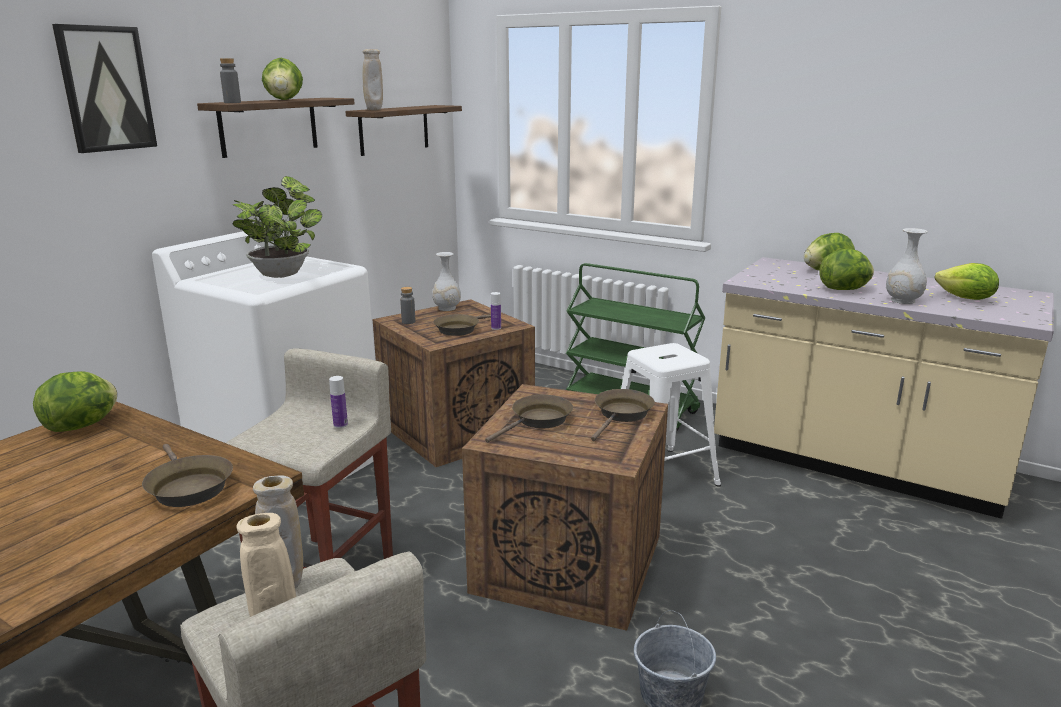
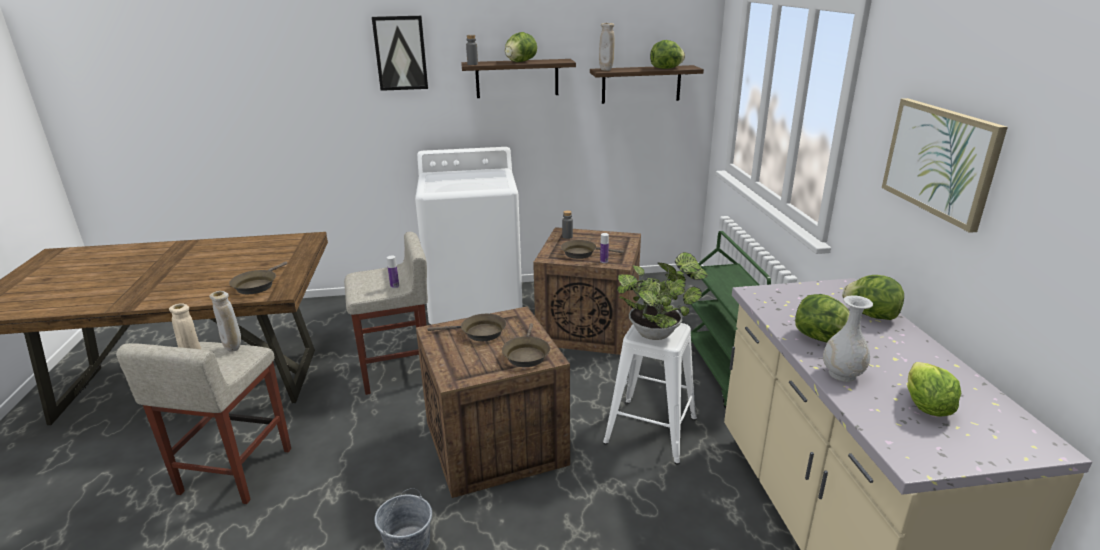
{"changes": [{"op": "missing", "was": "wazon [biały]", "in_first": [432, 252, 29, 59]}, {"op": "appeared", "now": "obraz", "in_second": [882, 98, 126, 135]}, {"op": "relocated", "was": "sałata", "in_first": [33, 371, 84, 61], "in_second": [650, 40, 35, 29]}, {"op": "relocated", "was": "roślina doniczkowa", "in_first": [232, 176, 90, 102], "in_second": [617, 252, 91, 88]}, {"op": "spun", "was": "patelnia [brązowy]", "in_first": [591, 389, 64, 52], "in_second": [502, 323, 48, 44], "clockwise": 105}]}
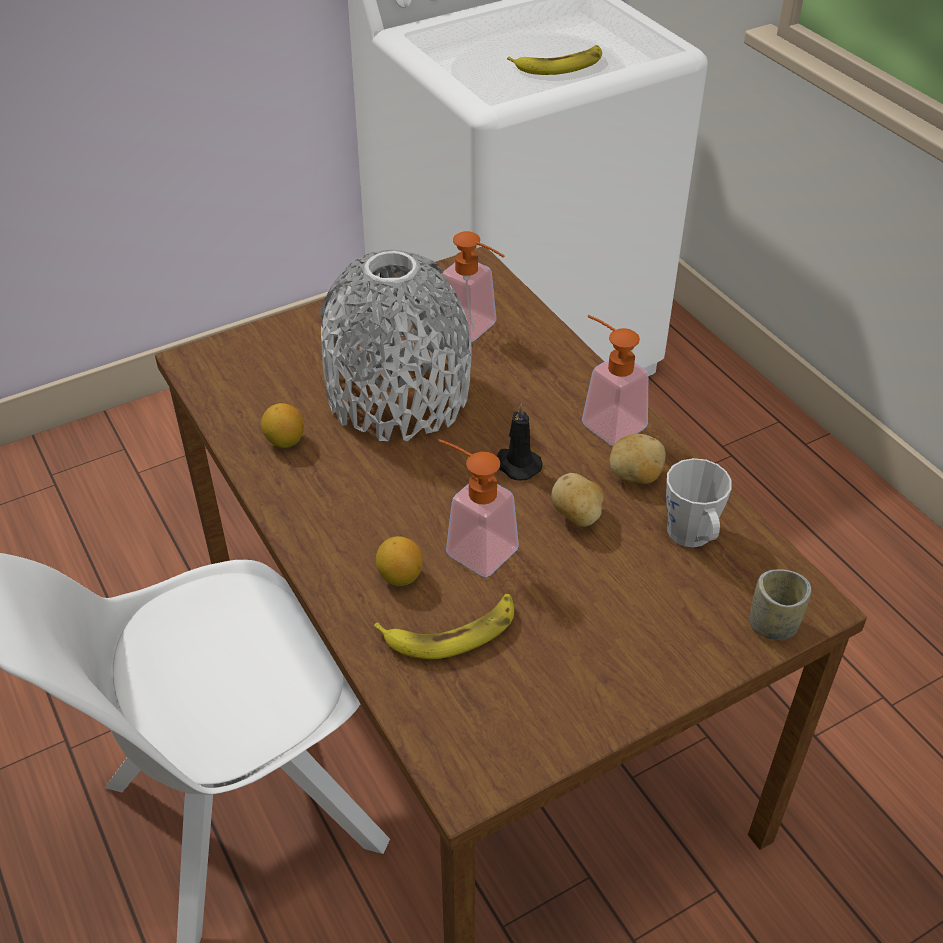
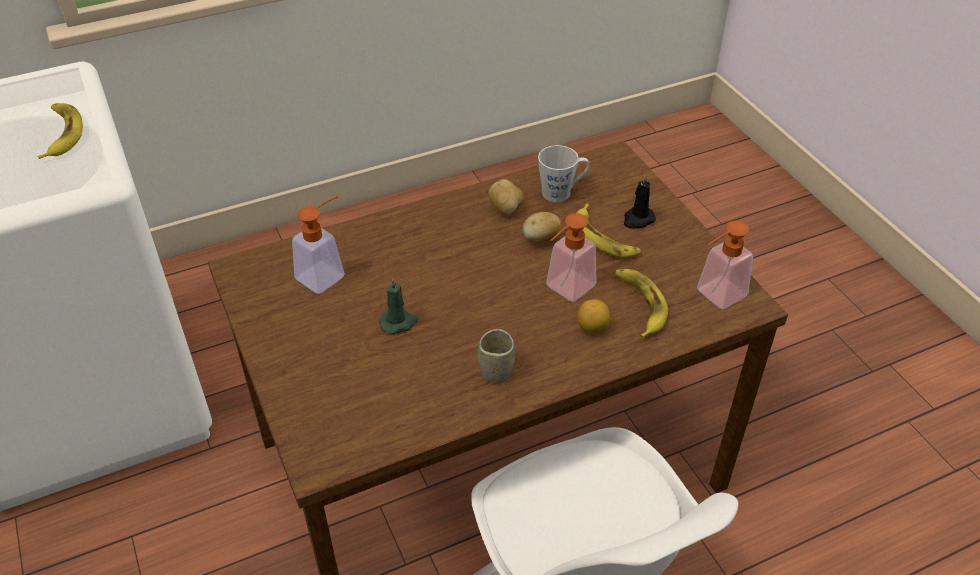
{"changes": [{"op": "missing", "was": "cytryna", "in_first": [261, 403, 43, 45]}, {"op": "appeared", "now": "banan", "in_second": [576, 204, 65, 54]}, {"op": "relocated", "was": "świeca [czarny]", "in_first": [497, 404, 46, 77], "in_second": [624, 174, 32, 55]}, {"op": "relocated", "was": "dozownik mydła", "in_first": [582, 315, 66, 131], "in_second": [697, 221, 56, 88]}, {"op": "relocated", "was": "filiżanka", "in_first": [750, 569, 61, 71], "in_second": [478, 329, 37, 55]}, {"op": "exchanged", "was": "wazon [szary]", "now": "świeca [zielony]", "in_first": [320, 250, 152, 192], "in_second": [379, 278, 39, 56]}]}
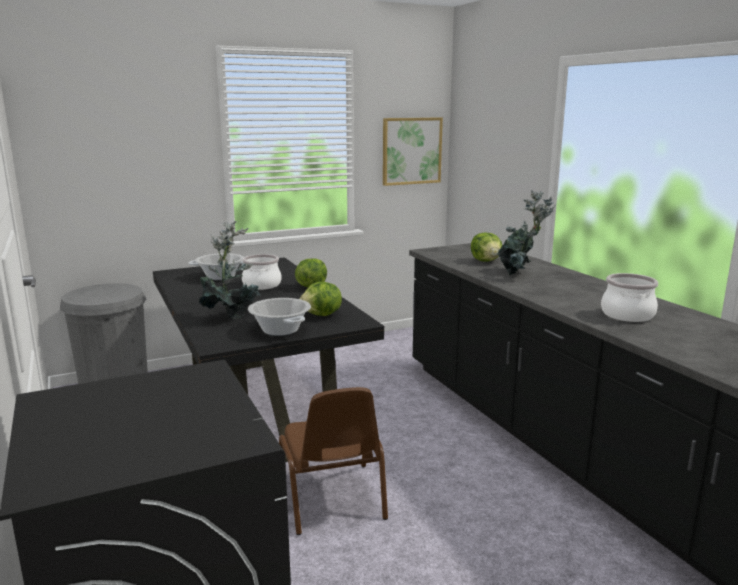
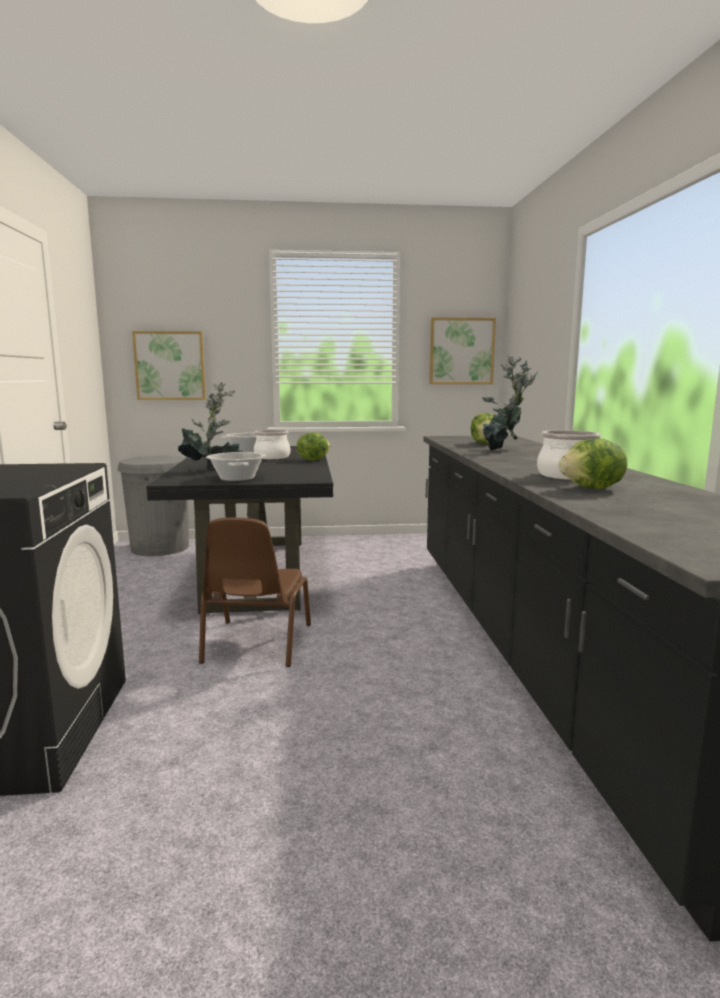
{"changes": [{"op": "appeared", "now": "obraz", "in_second": [132, 331, 74, 69]}, {"op": "relocated", "was": "sałata", "in_first": [299, 282, 43, 34], "in_second": [558, 438, 69, 51]}]}
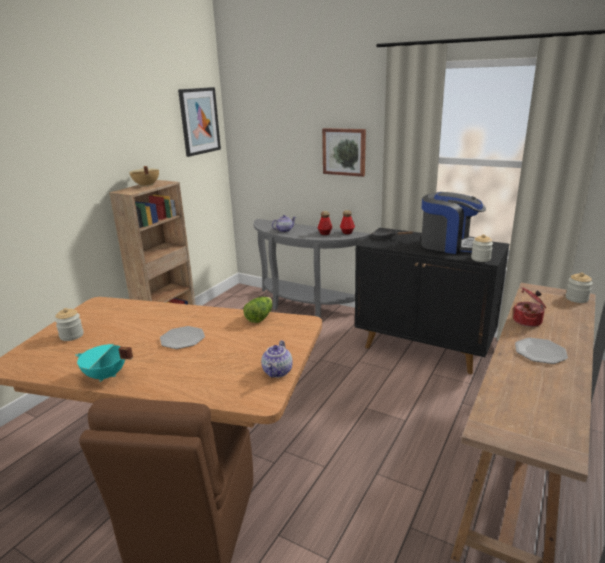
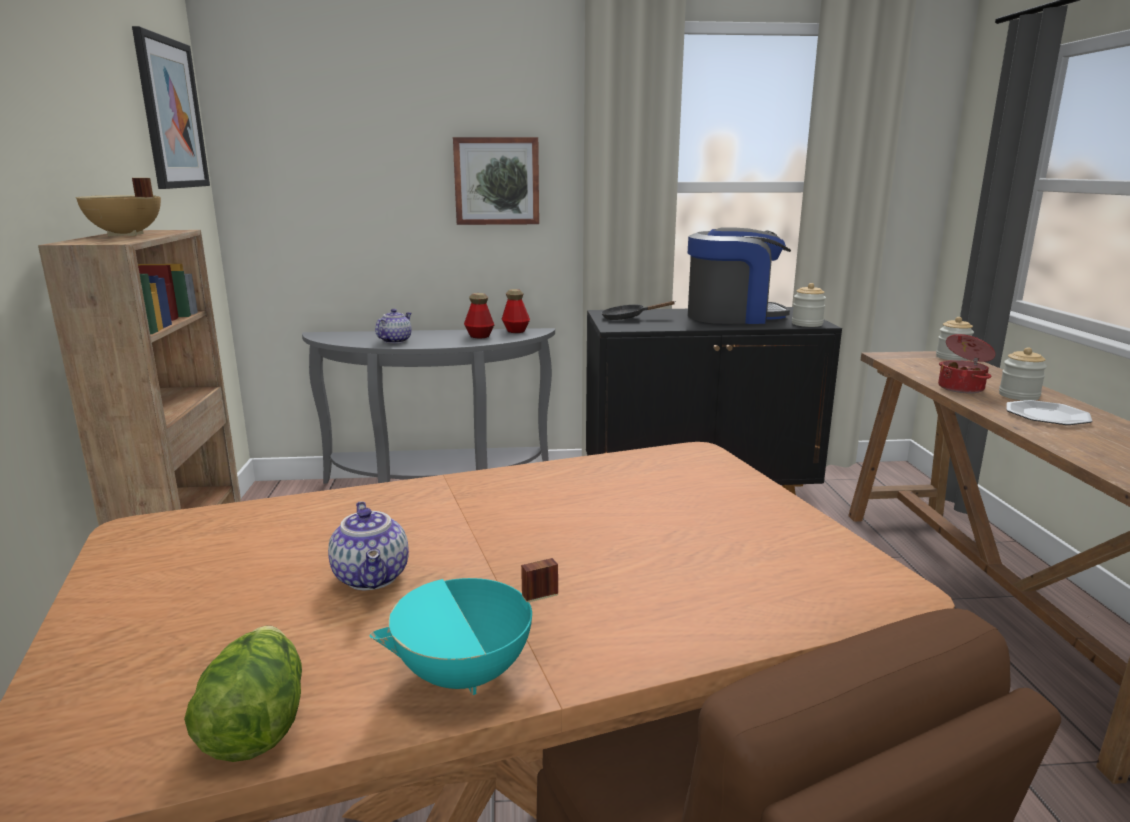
{"changes": [{"op": "missing", "was": "talerz", "in_first": [160, 326, 45, 23]}, {"op": "relocated", "was": "słoik", "in_first": [55, 308, 29, 33], "in_second": [999, 347, 48, 54]}, {"op": "relocated", "was": "sałata", "in_first": [243, 297, 30, 26], "in_second": [184, 626, 118, 136]}, {"op": "relocated", "was": "imbryk", "in_first": [261, 340, 32, 38], "in_second": [328, 501, 81, 89]}]}
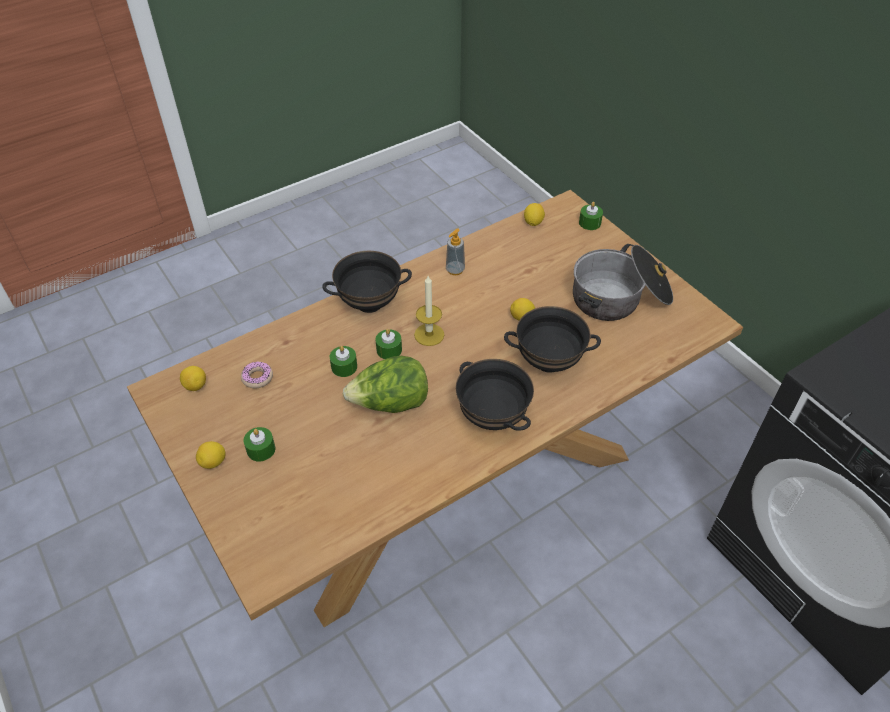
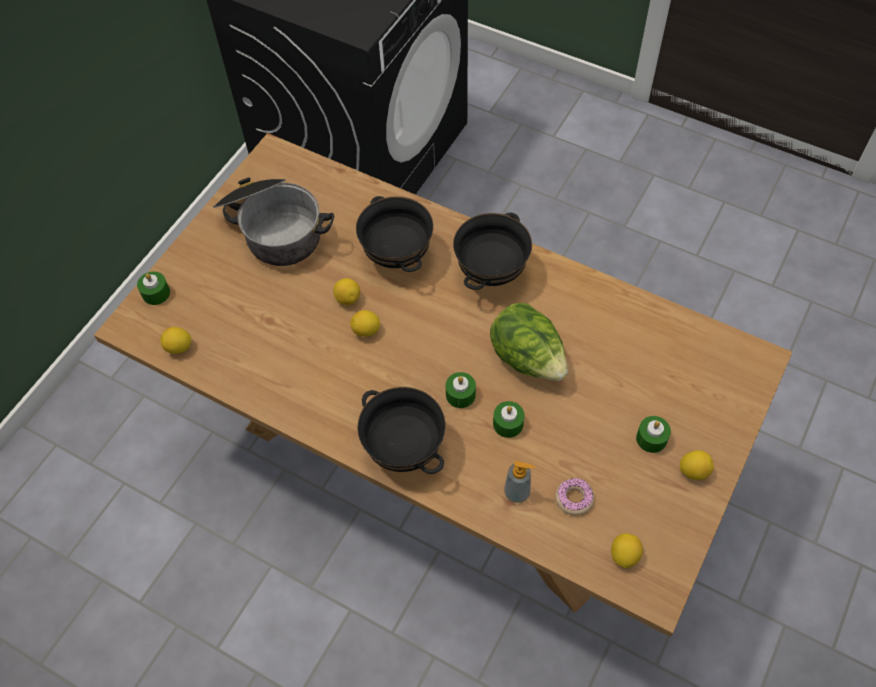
{"changes": [{"op": "missing", "was": "świeca", "in_first": [414, 276, 30, 70]}, {"op": "appeared", "now": "cytryna", "in_second": [350, 310, 30, 27]}, {"op": "relocated", "was": "dozownik mydła", "in_first": [446, 229, 19, 46], "in_second": [504, 461, 31, 42]}]}
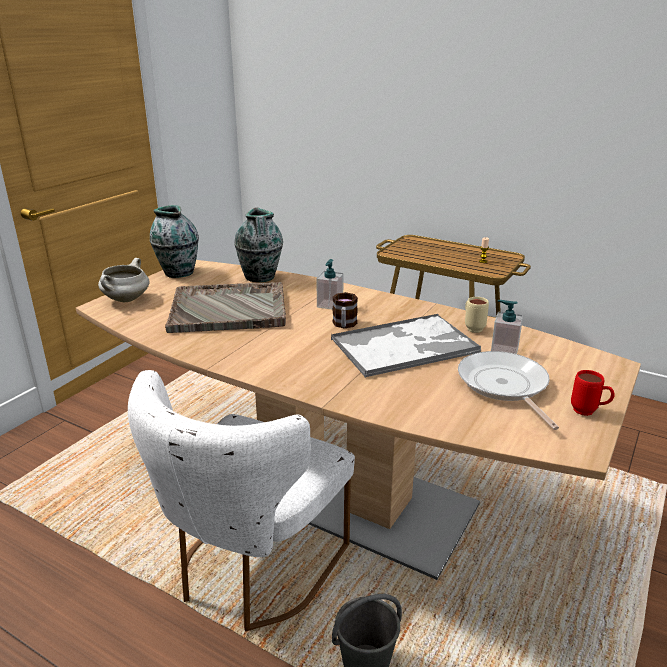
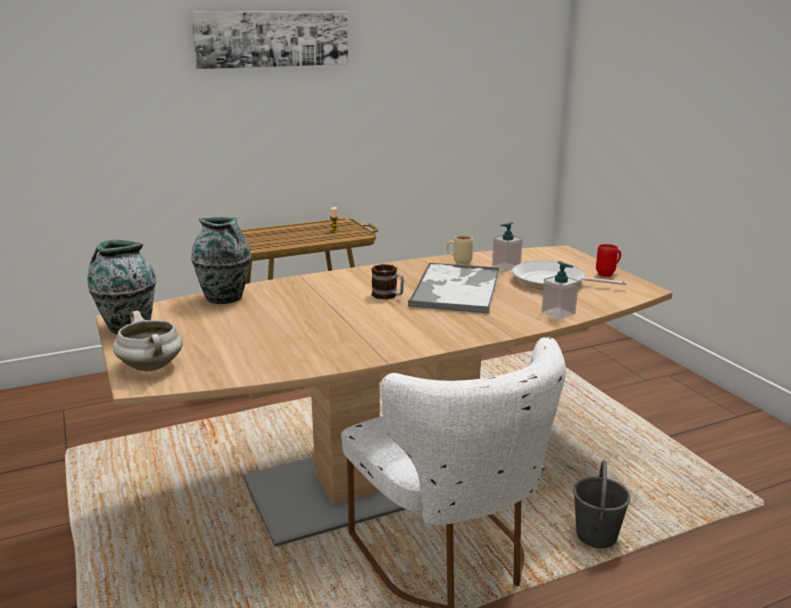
{"changes": [{"op": "missing", "was": "taca [szary]", "in_first": [165, 282, 121, 51]}, {"op": "appeared", "now": "obraz", "in_second": [191, 11, 157, 58]}, {"op": "relocated", "was": "dozownik mydła", "in_first": [316, 259, 27, 51], "in_second": [541, 261, 38, 59]}]}
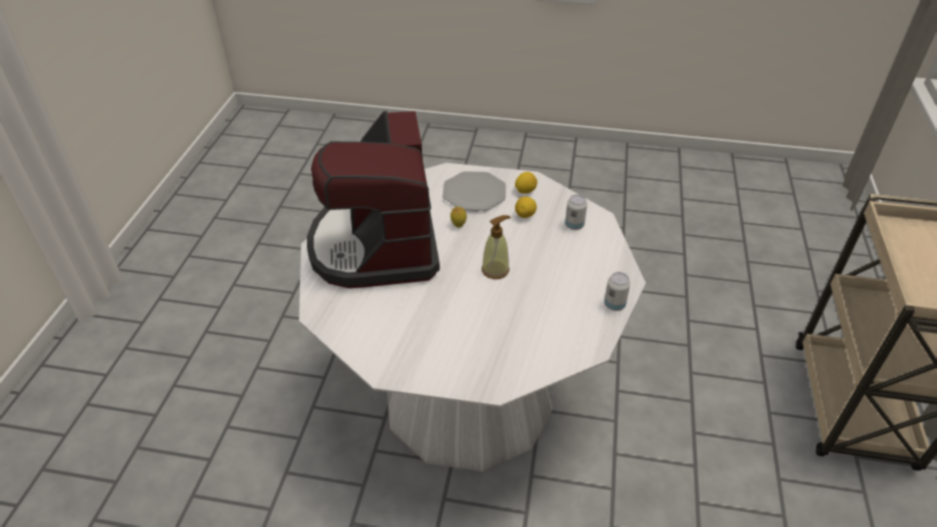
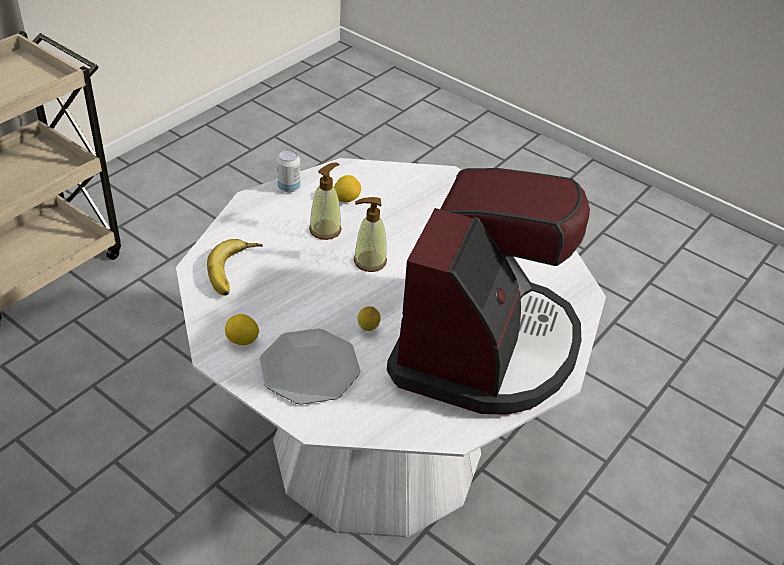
{"changes": [{"op": "appeared", "now": "dozownik mydła", "in_second": [309, 163, 33, 77]}, {"op": "relocated", "was": "cytryna", "in_first": [515, 197, 22, 21], "in_second": [334, 175, 27, 28]}, {"op": "exchanged", "was": "puszka", "now": "banan", "in_first": [565, 194, 22, 36], "in_second": [207, 239, 56, 57]}]}
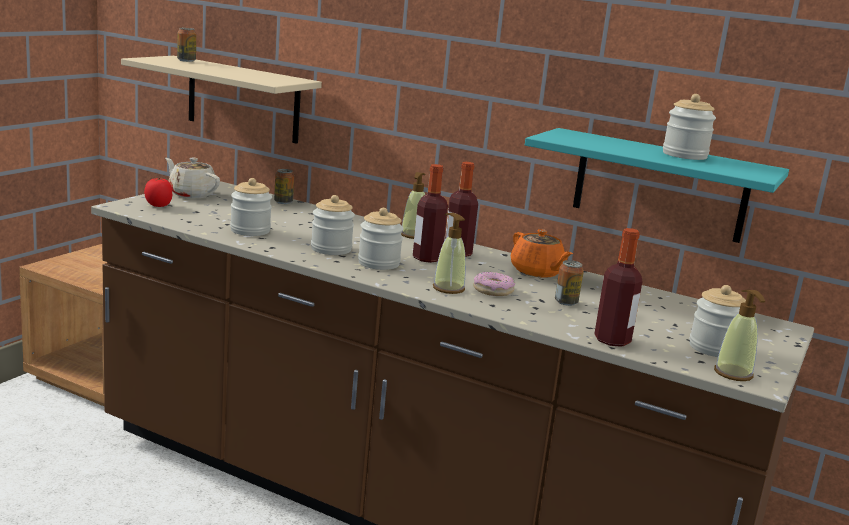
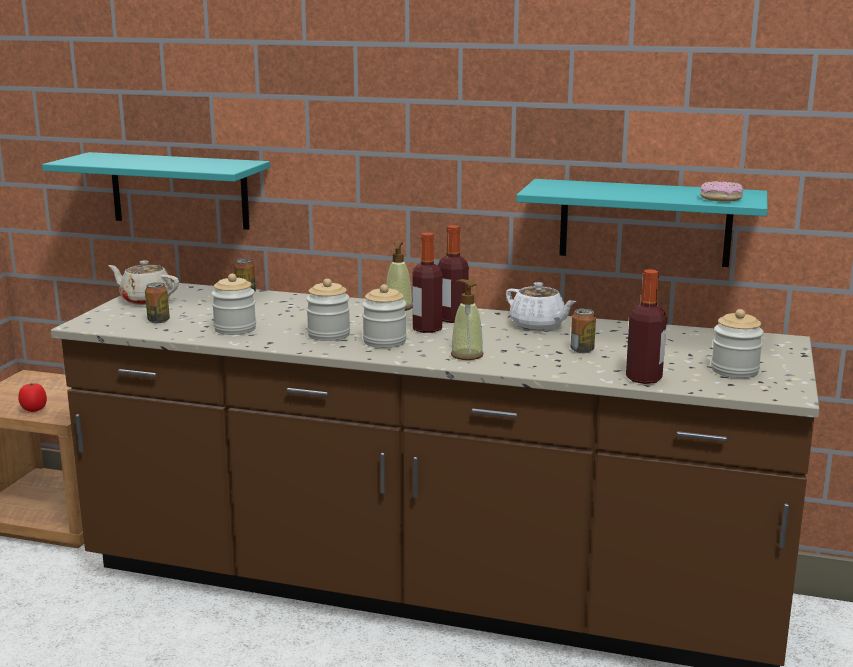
{"changes": [{"op": "missing", "was": "słoik", "in_first": [663, 94, 53, 66]}, {"op": "missing", "was": "dozownik mydła", "in_first": [714, 290, 51, 91]}, {"op": "relocated", "was": "pomidor", "in_first": [144, 178, 28, 29], "in_second": [18, 383, 29, 29]}, {"op": "relocated", "was": "puszka", "in_first": [177, 28, 19, 34], "in_second": [145, 282, 25, 41]}, {"op": "relocated", "was": "donut", "in_first": [473, 272, 42, 24], "in_second": [700, 181, 43, 21]}, {"op": "colour", "was": "półka [beżowy]", "now": "półka [turkusowy]", "in_first": [121, 56, 201, 88], "in_second": [42, 152, 228, 78]}, {"op": "colour", "was": "imbryk [pomarańczowy]", "now": "imbryk [biały]", "in_first": [511, 229, 62, 49], "in_second": [506, 282, 70, 48]}]}
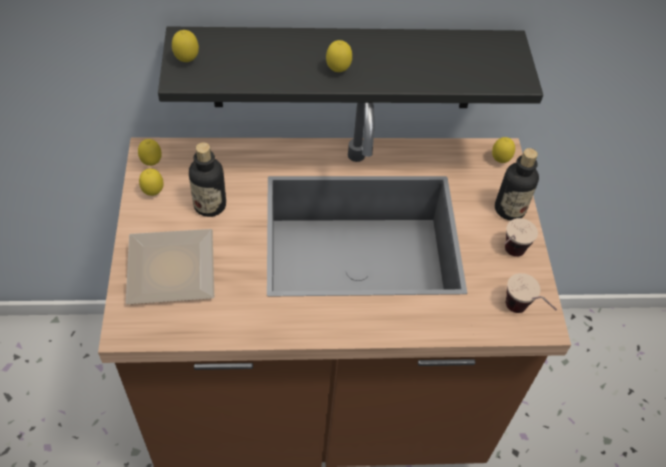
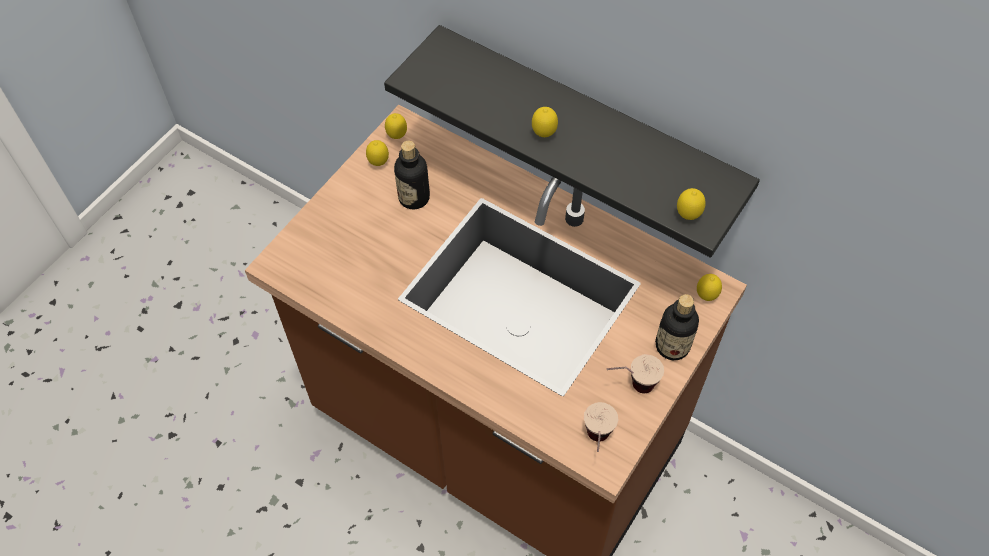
{"changes": [{"op": "missing", "was": "talerz", "in_first": [126, 229, 88, 75]}, {"op": "relocated", "was": "cytryna", "in_first": [172, 30, 27, 32], "in_second": [677, 188, 28, 32]}]}
